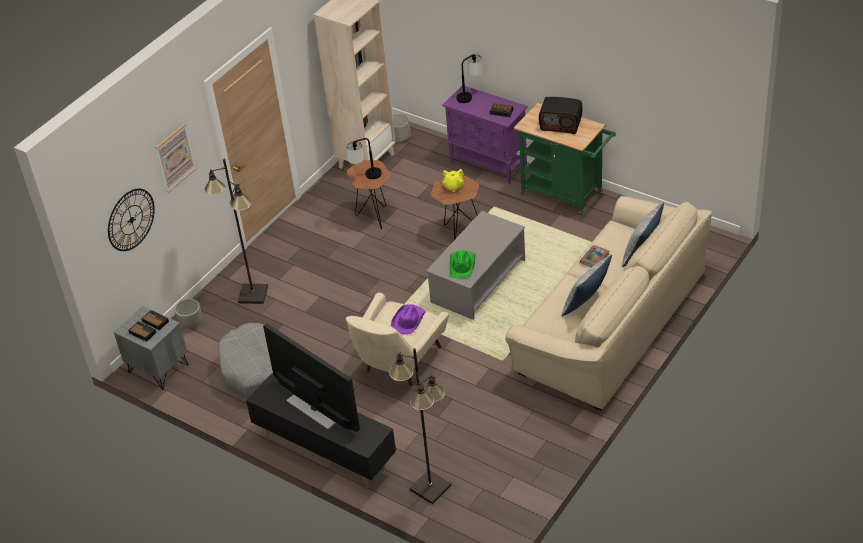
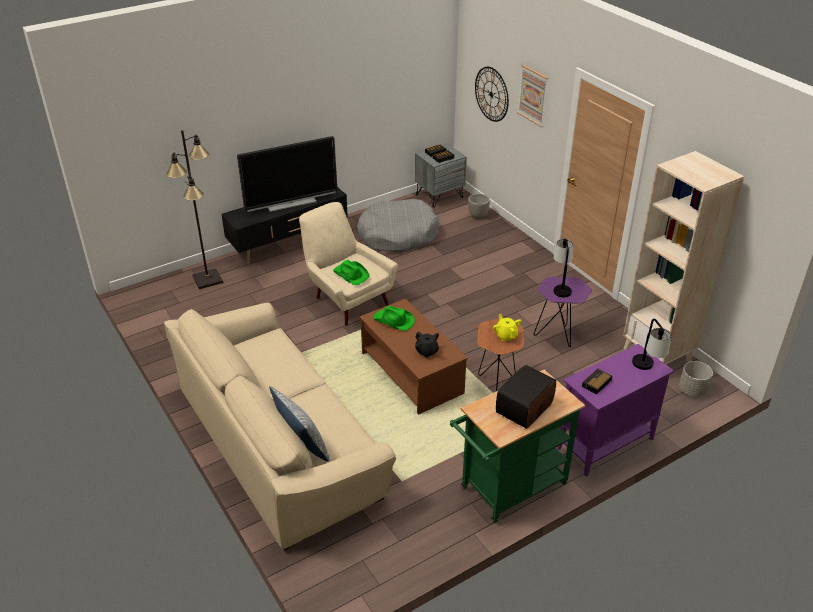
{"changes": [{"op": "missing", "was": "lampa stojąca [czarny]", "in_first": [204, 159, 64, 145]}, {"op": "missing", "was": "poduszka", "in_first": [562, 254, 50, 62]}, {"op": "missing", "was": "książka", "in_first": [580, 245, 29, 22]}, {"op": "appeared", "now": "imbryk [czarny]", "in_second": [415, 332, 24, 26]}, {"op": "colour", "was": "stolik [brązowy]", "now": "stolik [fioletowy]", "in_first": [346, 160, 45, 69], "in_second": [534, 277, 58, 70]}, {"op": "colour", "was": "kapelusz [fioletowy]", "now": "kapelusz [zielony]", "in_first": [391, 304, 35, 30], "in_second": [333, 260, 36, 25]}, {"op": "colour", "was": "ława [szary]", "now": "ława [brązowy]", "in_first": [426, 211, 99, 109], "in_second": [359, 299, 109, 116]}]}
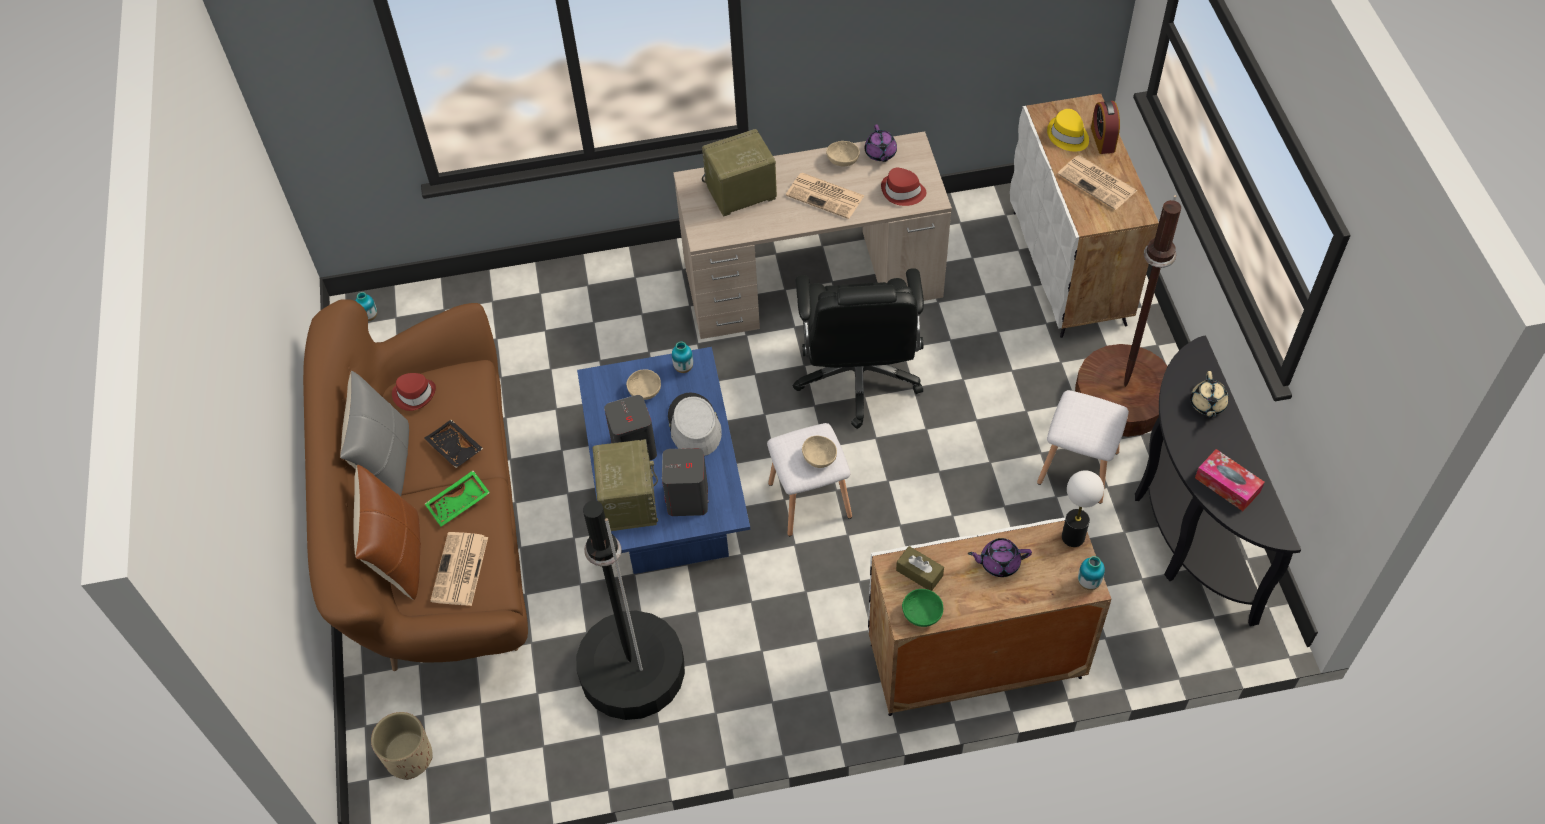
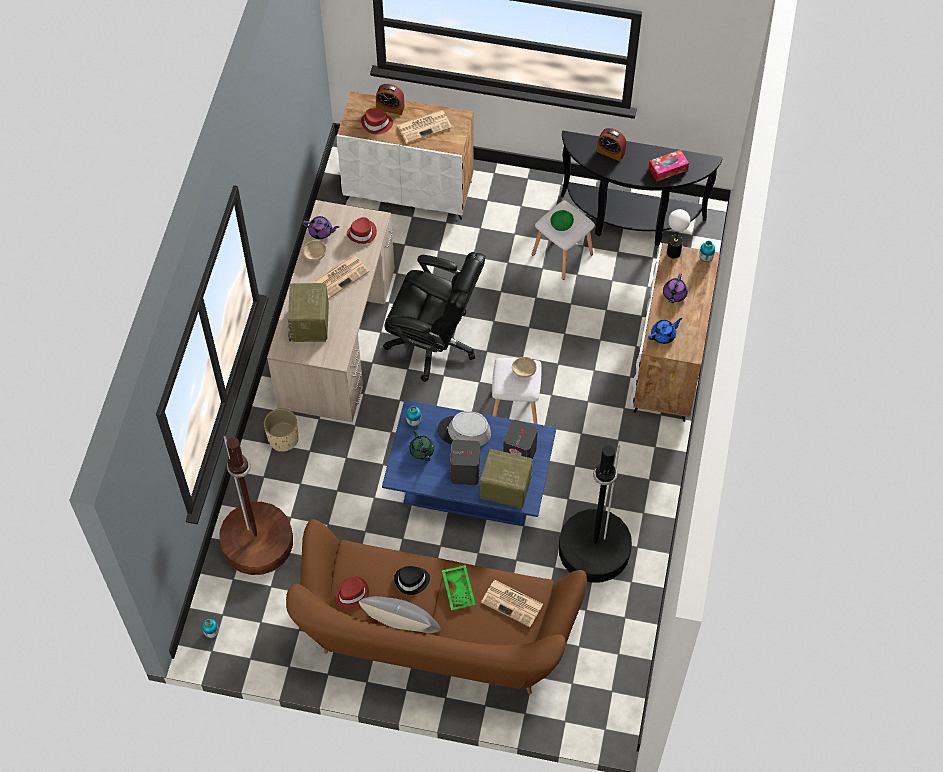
{"changes": [{"op": "missing", "was": "poduszka [brązowy]", "in_first": [354, 465, 67, 135]}, {"op": "relocated", "was": "donica [beżowy]", "in_first": [371, 712, 62, 68], "in_second": [264, 408, 35, 44]}, {"op": "relocated", "was": "miska [zielony]", "in_first": [902, 589, 41, 38], "in_second": [550, 210, 24, 21]}, {"op": "relocated", "was": "lampa stojąca [brązowy]", "in_first": [1075, 195, 106, 242], "in_second": [220, 435, 73, 140]}, {"op": "exchanged", "was": "taca [czarny]", "now": "kapelusz [czarny]", "in_first": [424, 420, 59, 48], "in_second": [394, 566, 36, 29]}, {"op": "exchanged", "was": "miska [beżowy]", "now": "imbryk [zielony]", "in_first": [626, 369, 35, 31], "in_second": [409, 430, 25, 31]}, {"op": "exchanged", "was": "pudełko chusteczek [brązowy]", "now": "imbryk [niebieski]", "in_first": [896, 546, 48, 45], "in_second": [648, 318, 34, 26]}, {"op": "exchanged", "was": "imbryk [beżowy]", "now": "budzik", "in_first": [1190, 371, 39, 46], "in_second": [597, 128, 29, 33]}, {"op": "colour", "was": "kapelusz [żółty]", "now": "kapelusz [czerwony]", "in_first": [1047, 109, 42, 42], "in_second": [361, 108, 32, 26]}]}
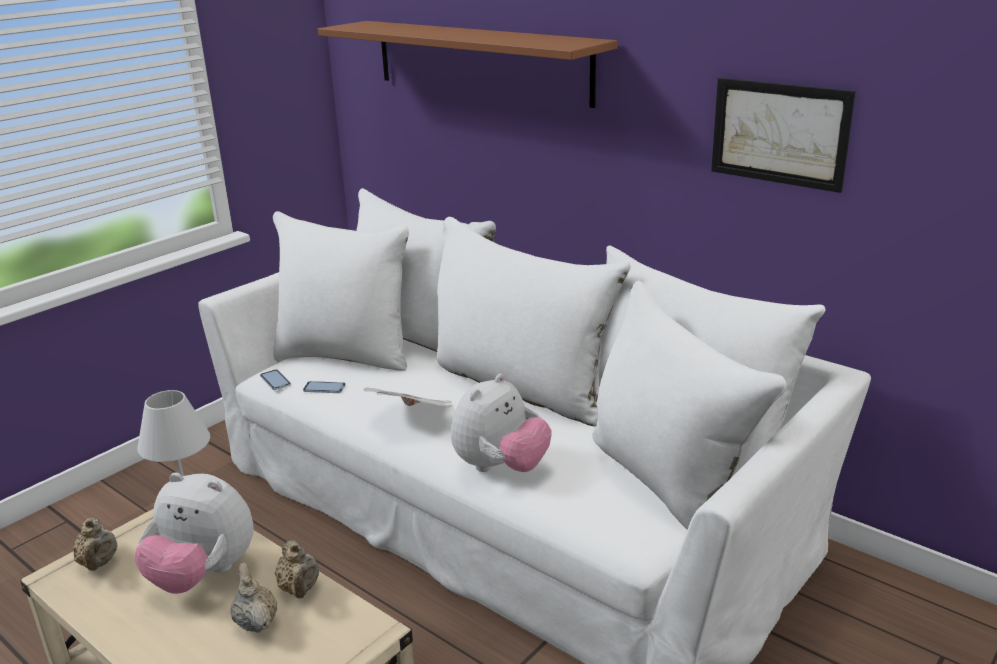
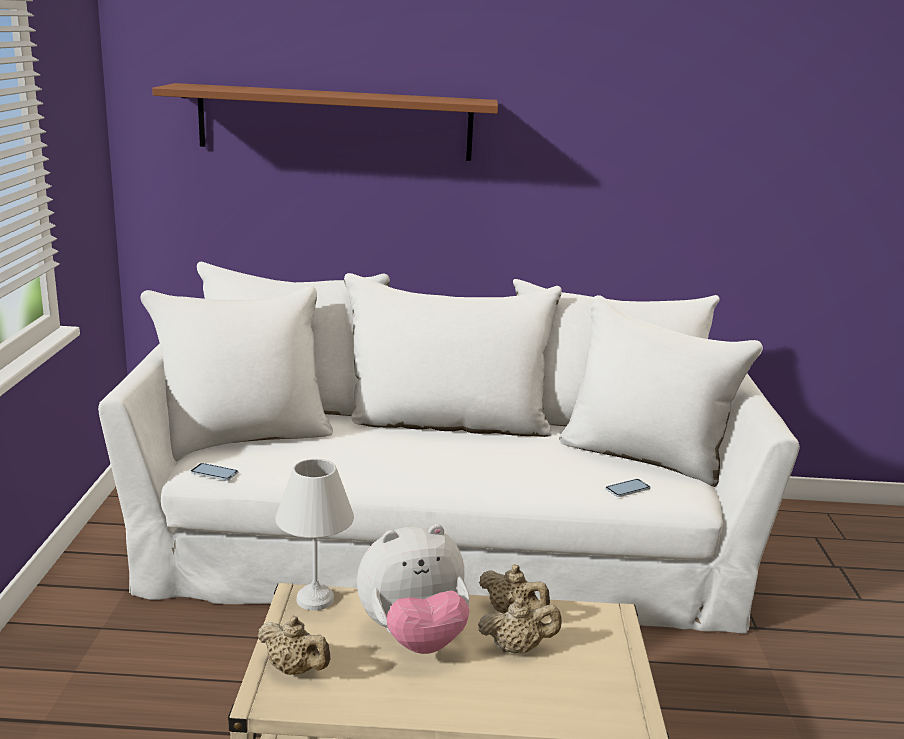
{"changes": [{"op": "missing", "was": "gazeta", "in_first": [363, 388, 89, 20]}, {"op": "missing", "was": "pluszak", "in_first": [451, 374, 101, 98]}, {"op": "missing", "was": "obraz", "in_first": [711, 78, 145, 115]}, {"op": "relocated", "was": "telefon", "in_first": [303, 381, 43, 12], "in_second": [605, 479, 45, 18]}, {"op": "spun", "was": "imbryk [beżowy]", "in_first": [230, 562, 47, 71], "in_second": [478, 597, 83, 56], "clockwise": 150}]}
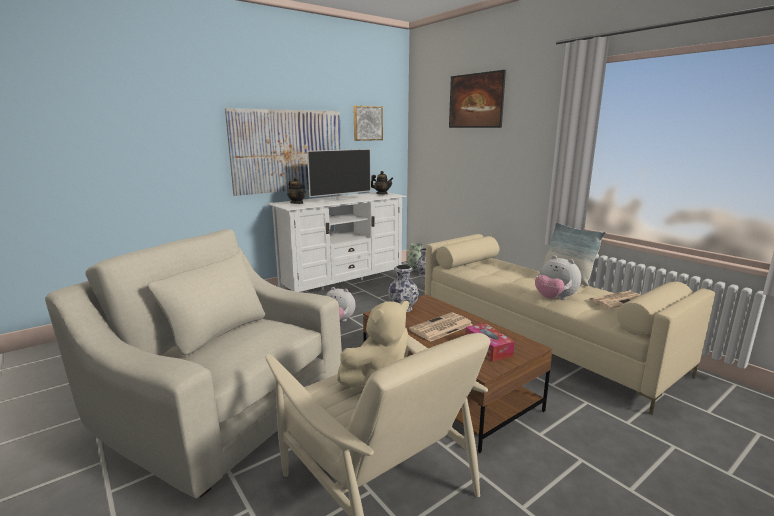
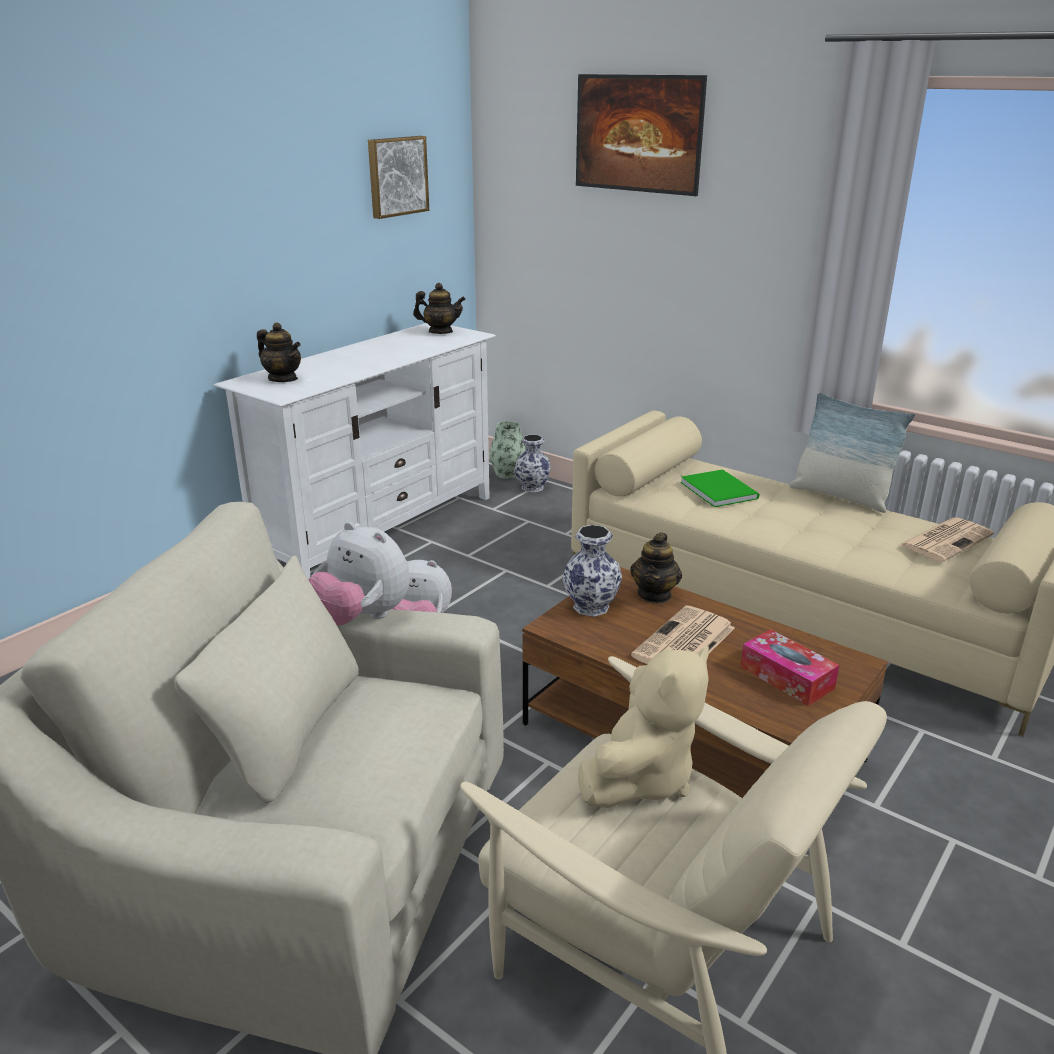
{"changes": [{"op": "missing", "was": "obraz", "in_first": [225, 108, 116, 88]}, {"op": "missing", "was": "telewizor", "in_first": [307, 149, 64, 53]}, {"op": "appeared", "now": "imbryk", "in_second": [630, 533, 52, 70]}, {"op": "appeared", "now": "książka [zielony]", "in_second": [681, 469, 78, 38]}, {"op": "relocated", "was": "pluszak", "in_first": [535, 255, 46, 45], "in_second": [308, 522, 102, 104]}]}
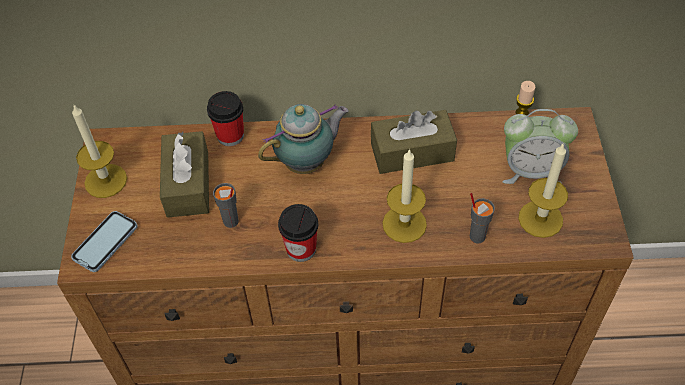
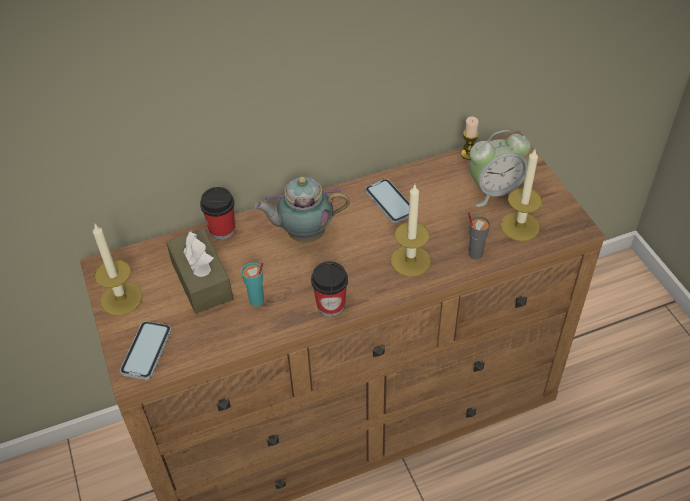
{"changes": [{"op": "exchanged", "was": "pudełko chusteczek [brązowy]", "now": "telefon", "in_first": [371, 110, 86, 64], "in_second": [365, 179, 44, 44]}, {"op": "colour", "was": "filiżanka [szary]", "now": "filiżanka [turkusowy]", "in_first": [213, 183, 26, 45], "in_second": [242, 263, 22, 44]}, {"op": "spun", "was": "imbryk", "in_first": [258, 104, 90, 70], "in_second": [254, 177, 96, 66], "clockwise": -135}]}
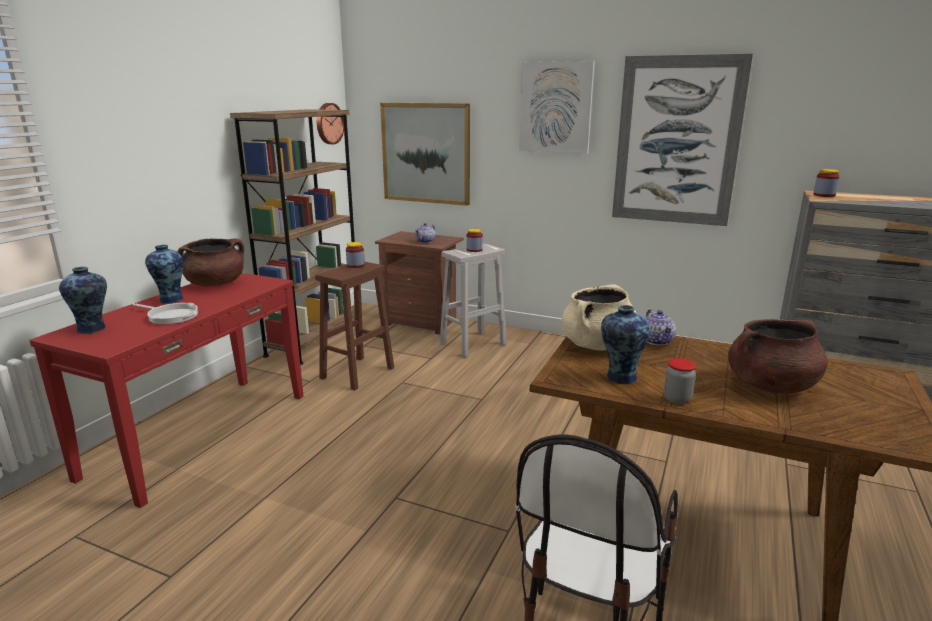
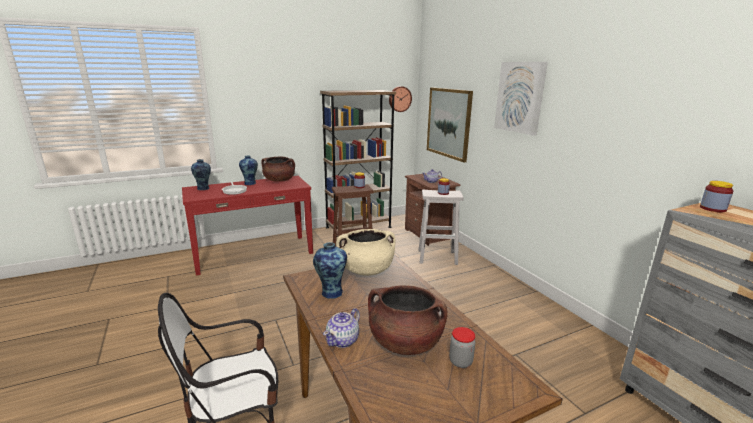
{"changes": [{"op": "missing", "was": "obraz", "in_first": [612, 54, 141, 172]}, {"op": "relocated", "was": "imbryk", "in_first": [645, 309, 31, 37], "in_second": [323, 308, 37, 40]}, {"op": "relocated", "was": "słoik", "in_first": [664, 358, 32, 47], "in_second": [449, 327, 27, 41]}]}
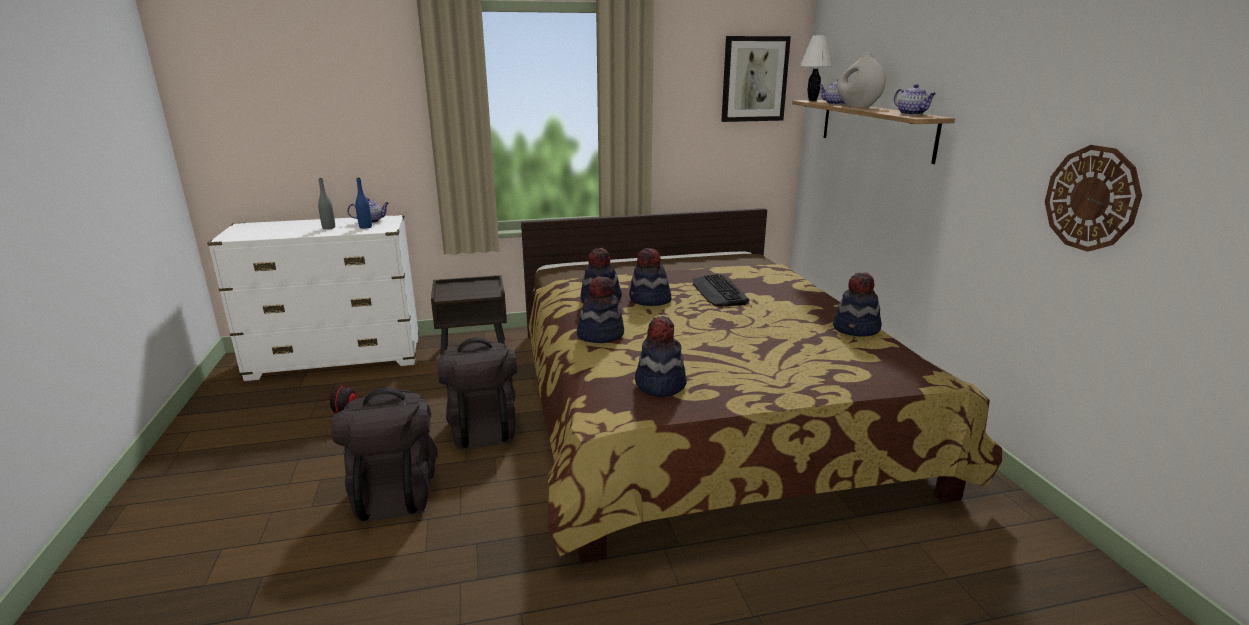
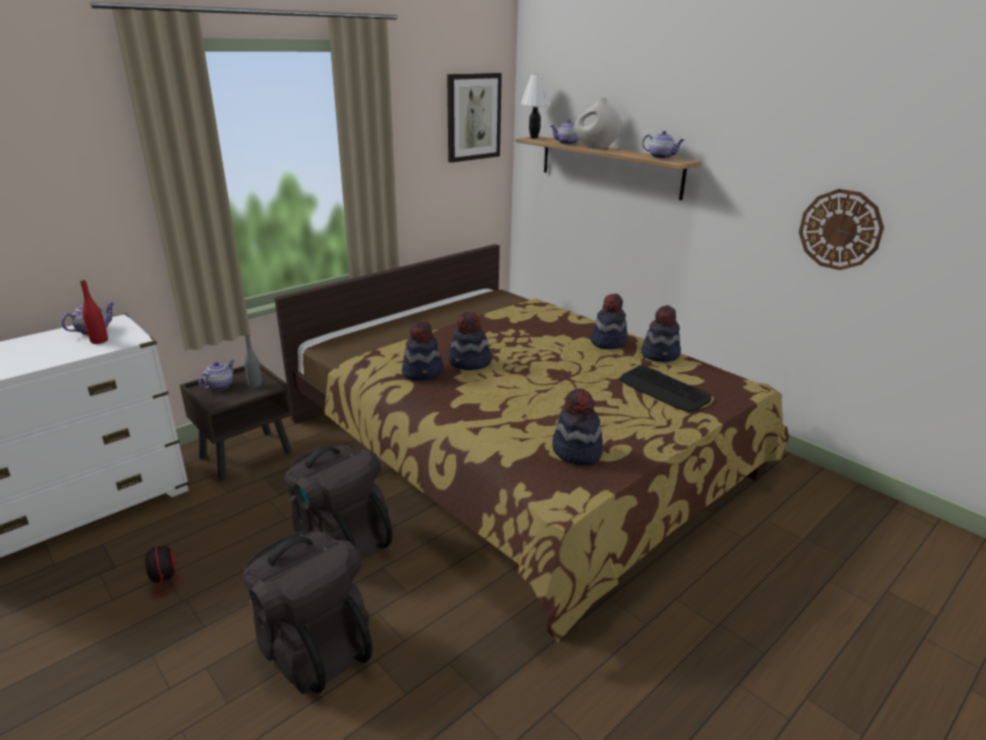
{"changes": [{"op": "appeared", "now": "imbryk", "in_second": [199, 360, 35, 31]}, {"op": "relocated", "was": "butelka [szary]", "in_first": [318, 178, 17, 51], "in_second": [244, 335, 18, 53]}, {"op": "relocated", "was": "kapelusz", "in_first": [577, 276, 47, 67], "in_second": [591, 294, 37, 55]}, {"op": "relocated", "was": "klawiatura", "in_first": [693, 274, 56, 32], "in_second": [619, 366, 93, 46]}, {"op": "colour", "was": "butelka [niebieski]", "now": "butelka [czerwony]", "in_first": [356, 178, 16, 51], "in_second": [80, 280, 28, 64]}]}
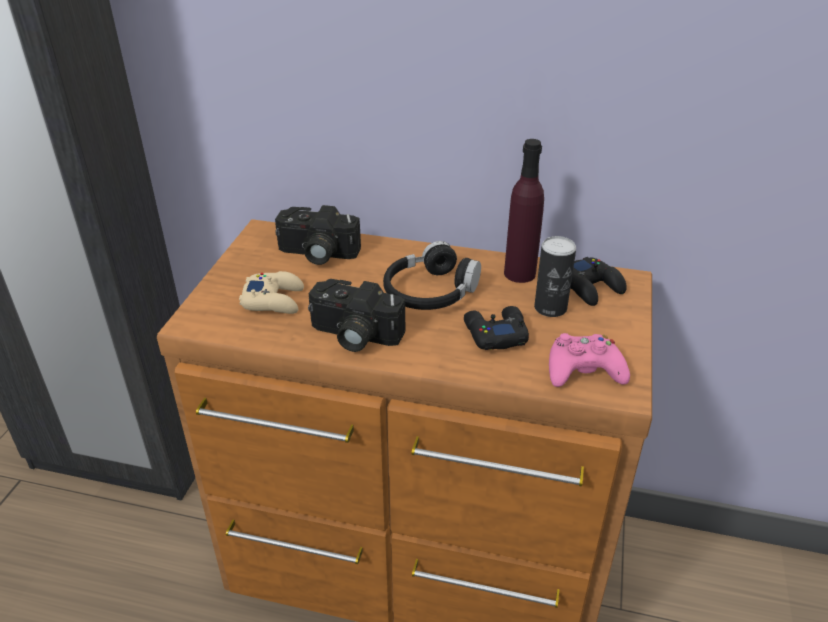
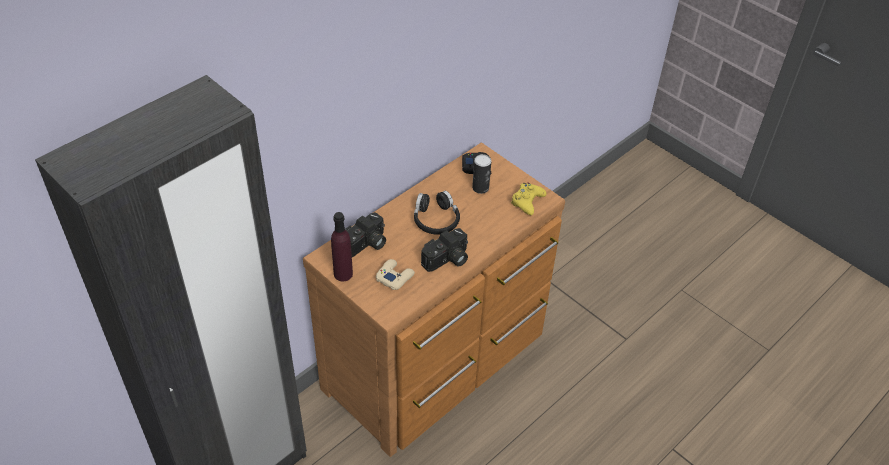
{"changes": [{"op": "missing", "was": "pad do gier [czarny]", "in_first": [464, 306, 65, 44]}, {"op": "relocated", "was": "butelka [fioletowy]", "in_first": [504, 139, 40, 144], "in_second": [331, 212, 22, 69]}, {"op": "colour", "was": "pad do gier [różowy]", "now": "pad do gier [żółty]", "in_first": [549, 333, 81, 54], "in_second": [511, 182, 35, 33]}]}
